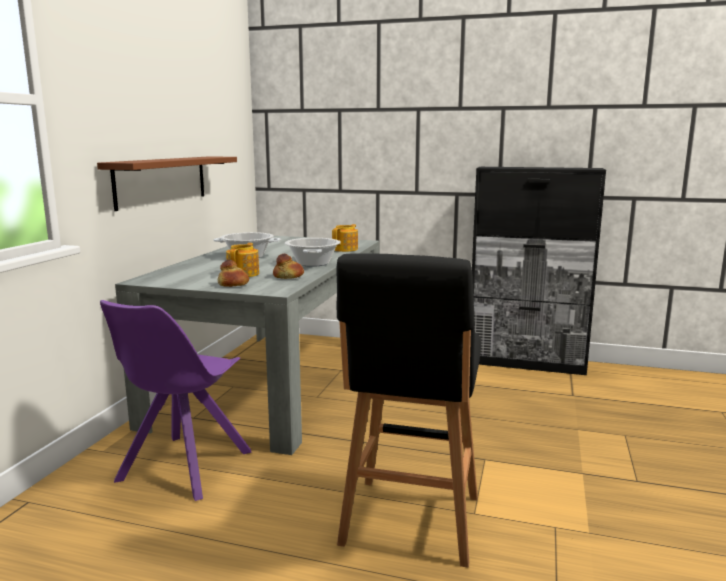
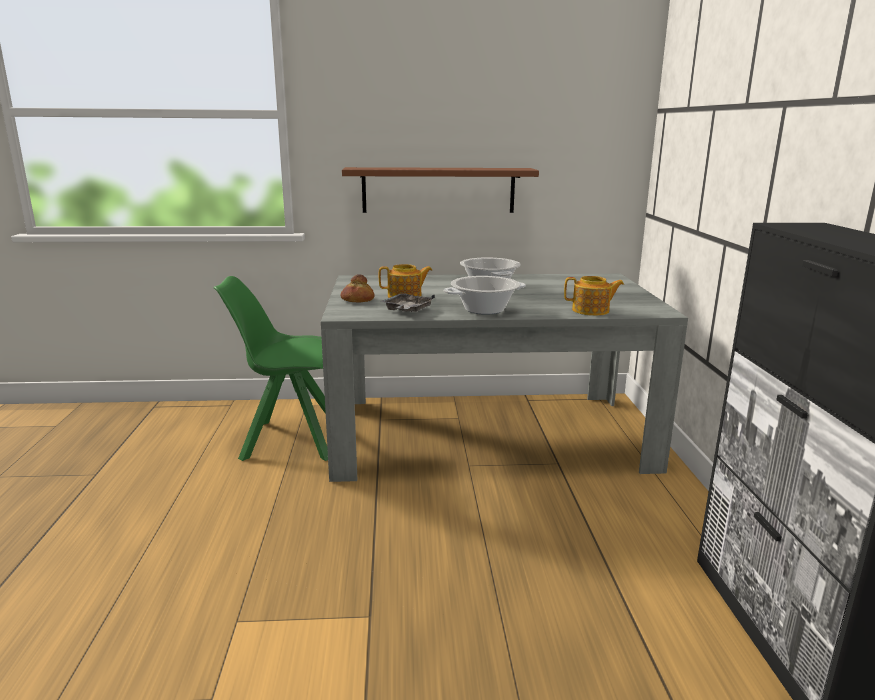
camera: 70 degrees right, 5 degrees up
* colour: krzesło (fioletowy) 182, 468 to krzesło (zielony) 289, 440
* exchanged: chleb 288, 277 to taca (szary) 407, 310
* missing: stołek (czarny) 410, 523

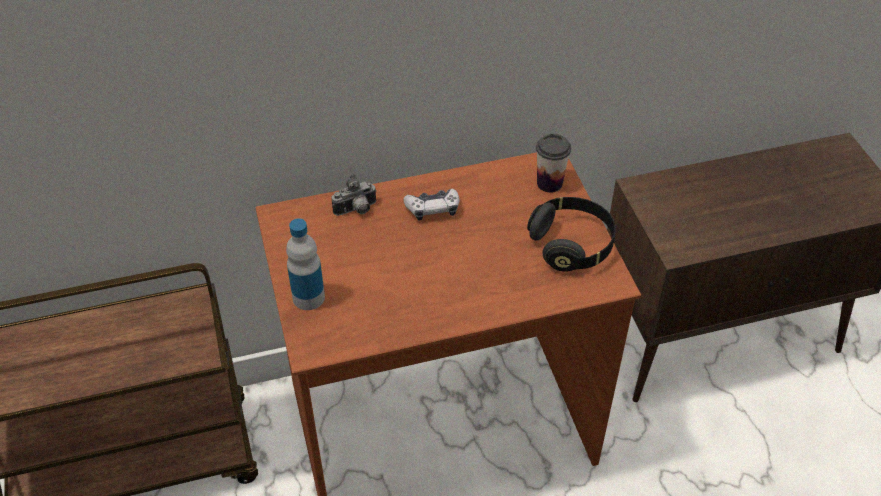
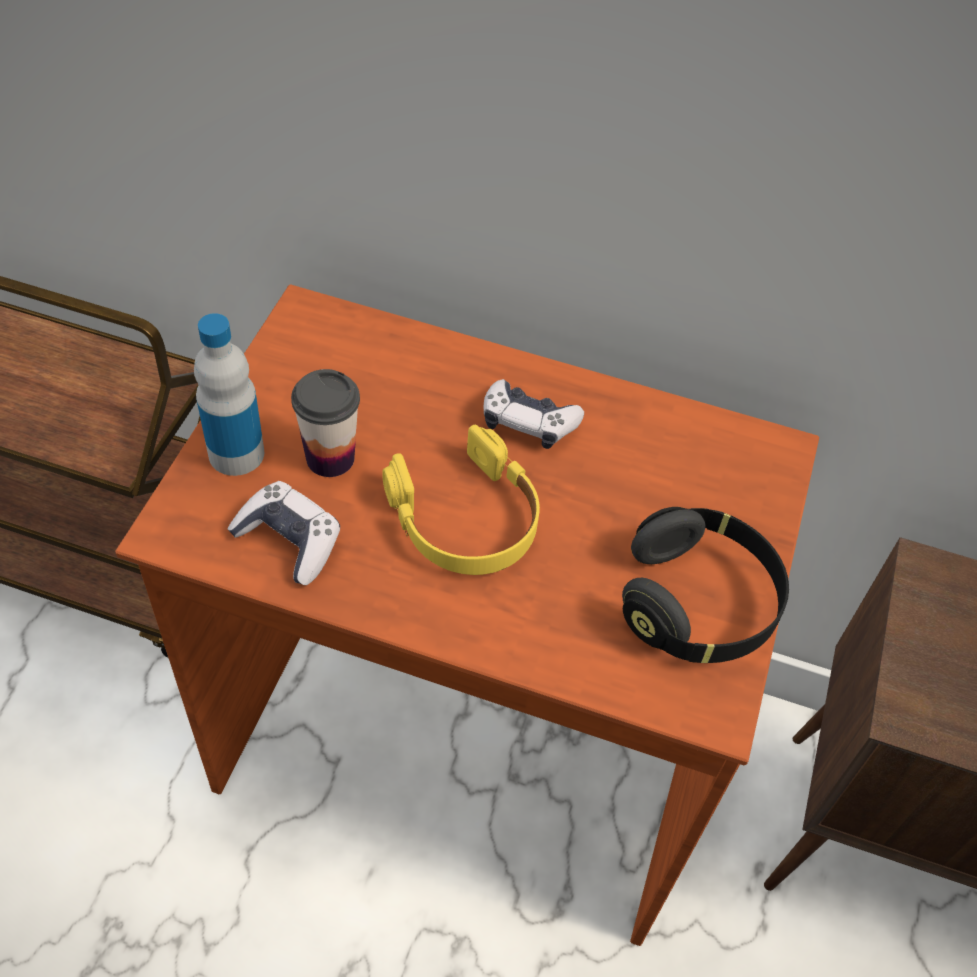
camera: 30 degrees right, 5 degrees up
* missing: aparat fotograficzny 356, 210
* relocated: filiżanka 549, 183 to 330, 458
* appeared: pad do gier 289, 541
* appeared: słuchawki (żółty) 466, 518

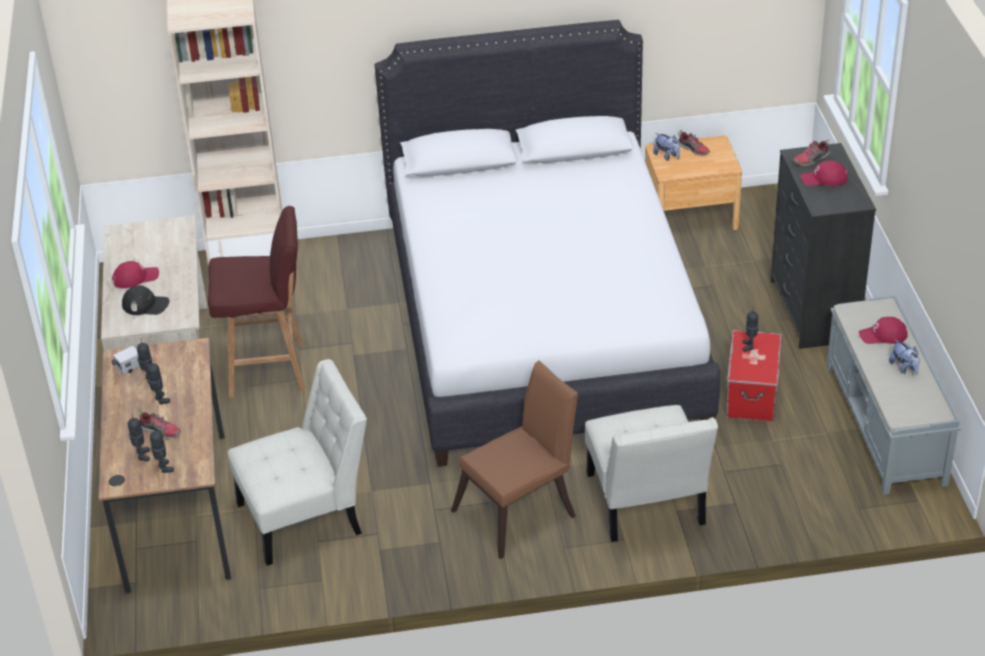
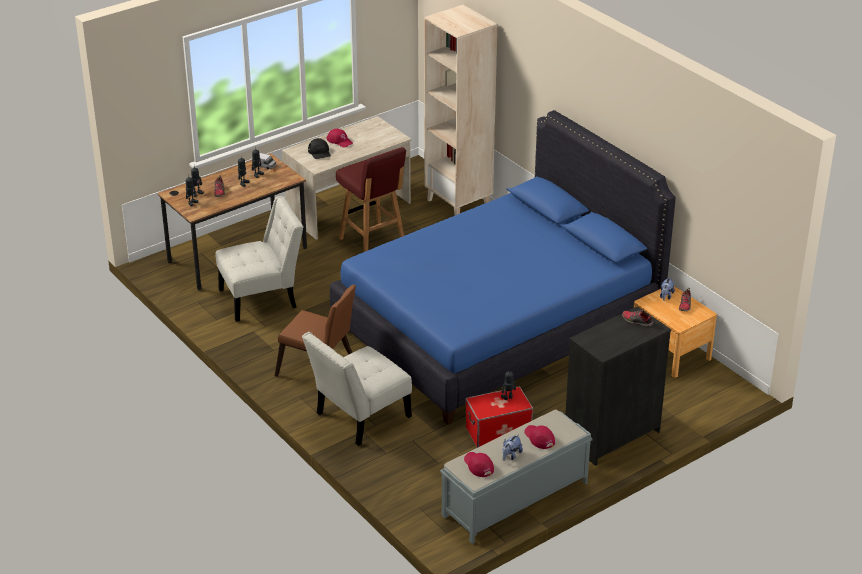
camera: 60 degrees right, 5 degrees down
* spun: krzesło (biały) 307, 516 = 262, 298 60 degrees counterclockwise
* colour: łóżko (biały) 542, 325 to łóżko (niebieski) 496, 326
* relocated: czapka z daszkiem (czerwony) 824, 179 to 478, 465

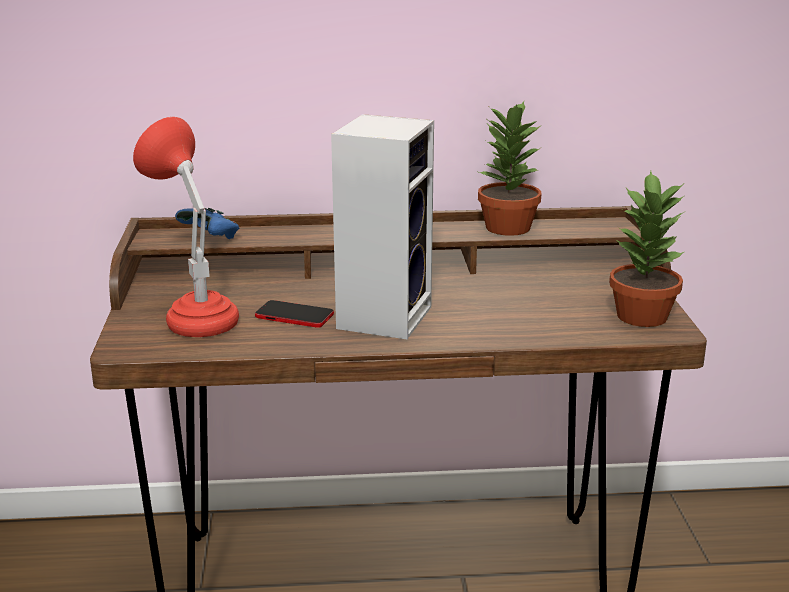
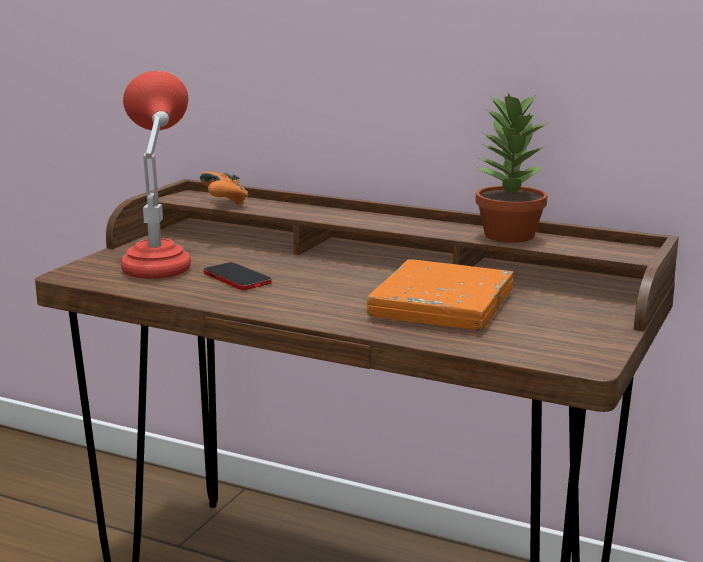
camera: 30 degrees right, 5 degrees down
* colour: pad do gier (niebieski) 211, 238 to pad do gier (pomarańczowy) 225, 202
* missing: głośnik 384, 316
* missing: roślina doniczkowa 643, 316
* appeared: książka (pomarańczowy) 441, 305

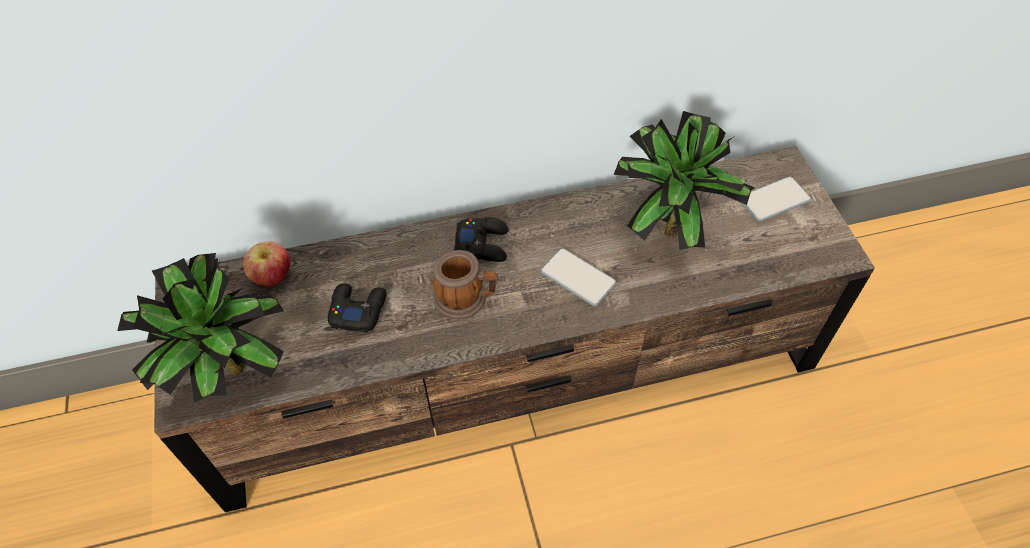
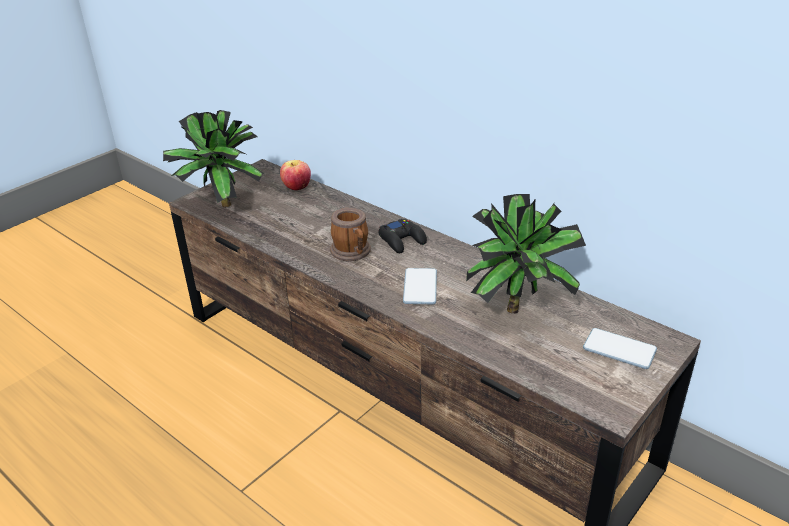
camera: 55 degrees right, 20 degrees down
* missing: pad do gier (czarny) 357, 310

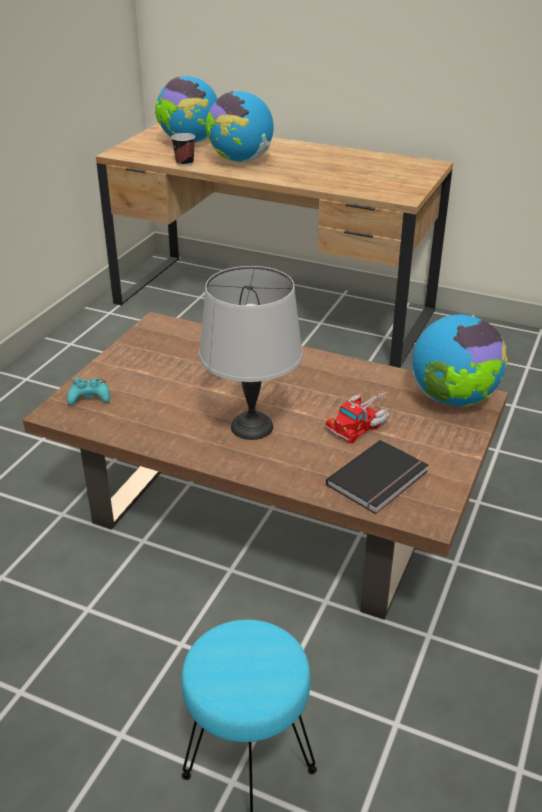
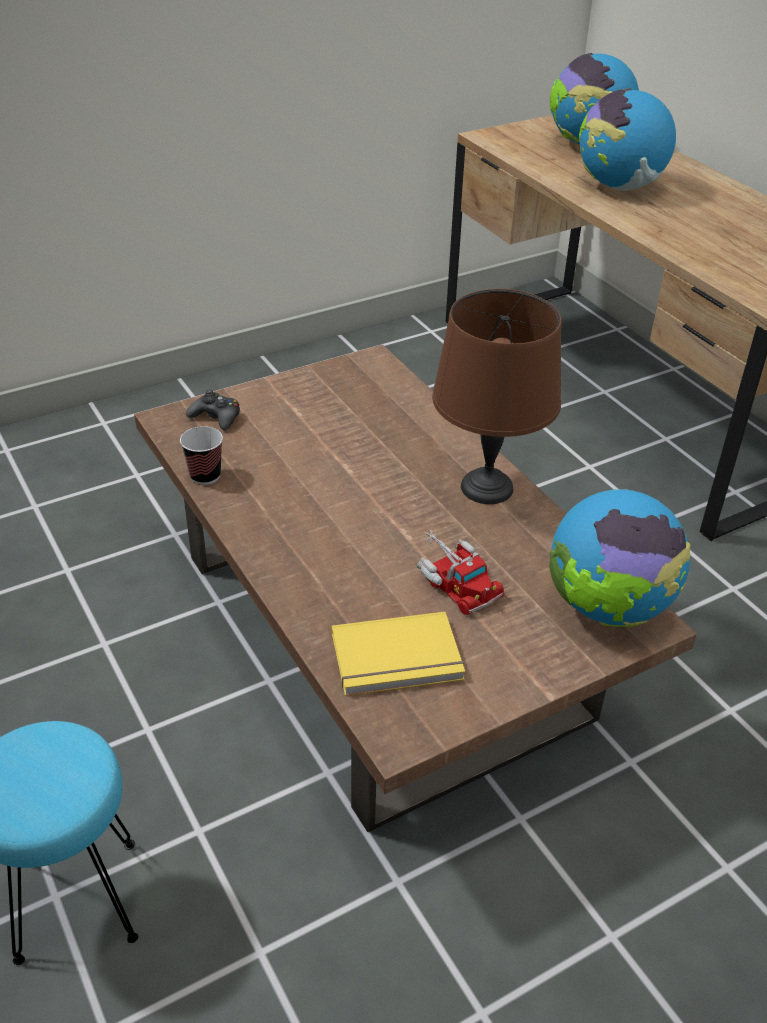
camera: 35 degrees right, 5 degrees up
* colour: pad do gier (turkusowy) 89, 397 to pad do gier (czarny) 216, 417
* relocated: filiżanka 184, 163 to 205, 476
* missing: lampa stołowa (szary) 251, 427
* spun: ciężarówka zabawkowa 360, 423 = 455, 581 120 degrees counterclockwise
* colour: książka (czarny) 380, 480 to książka (żółty) 398, 659
* appeared: lampa stołowa (brązowy) 485, 487

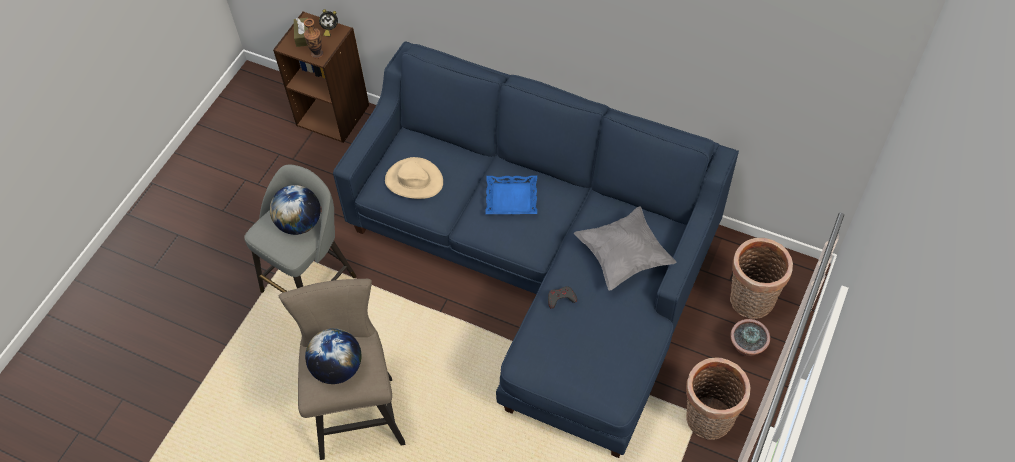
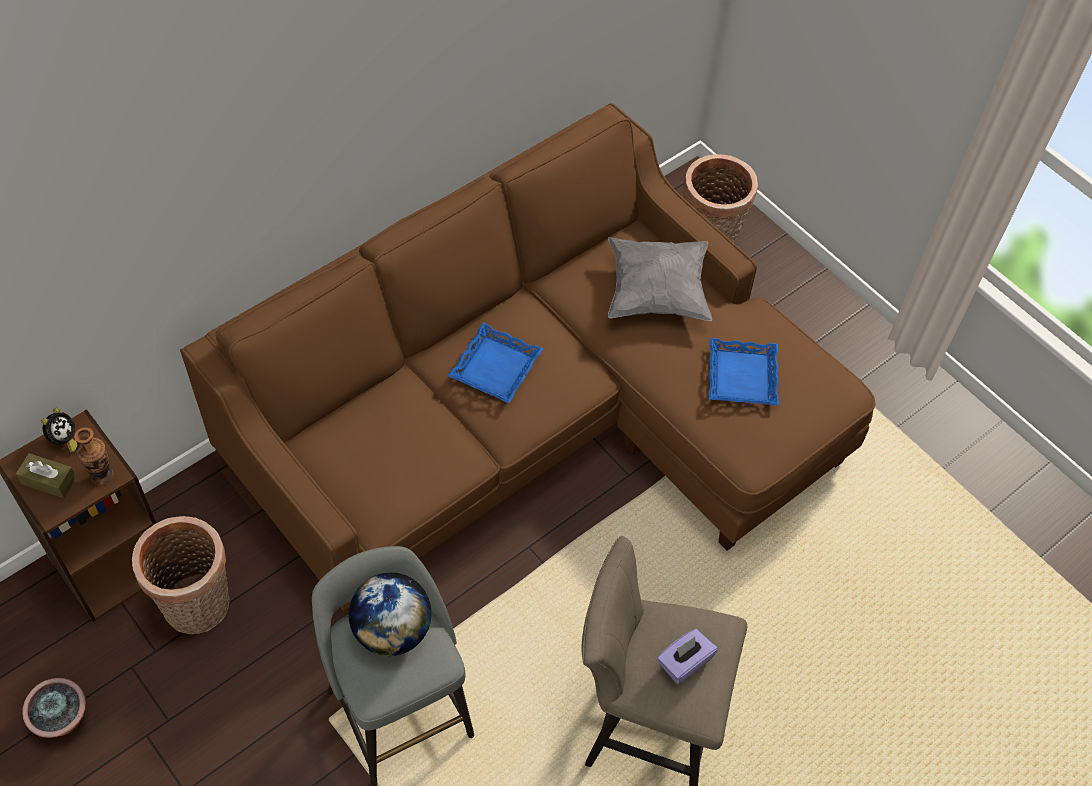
camera: 70 degrees left, 0 degrees up
* exchanged: globus 337, 368 to pudełko chusteczek (fioletowy) 684, 662
* colour: kanapa (niebieski) 542, 264 to kanapa (brązowy) 538, 418
* missing: kapelusz (beżowy) 414, 181
* missing: pad do gier (szary) 561, 298
* relocated: koszyk 707, 421 to 198, 608
* relocated: roślina doniczkowa 746, 347 to 63, 720
* appeared: taca (niebieski) 741, 376

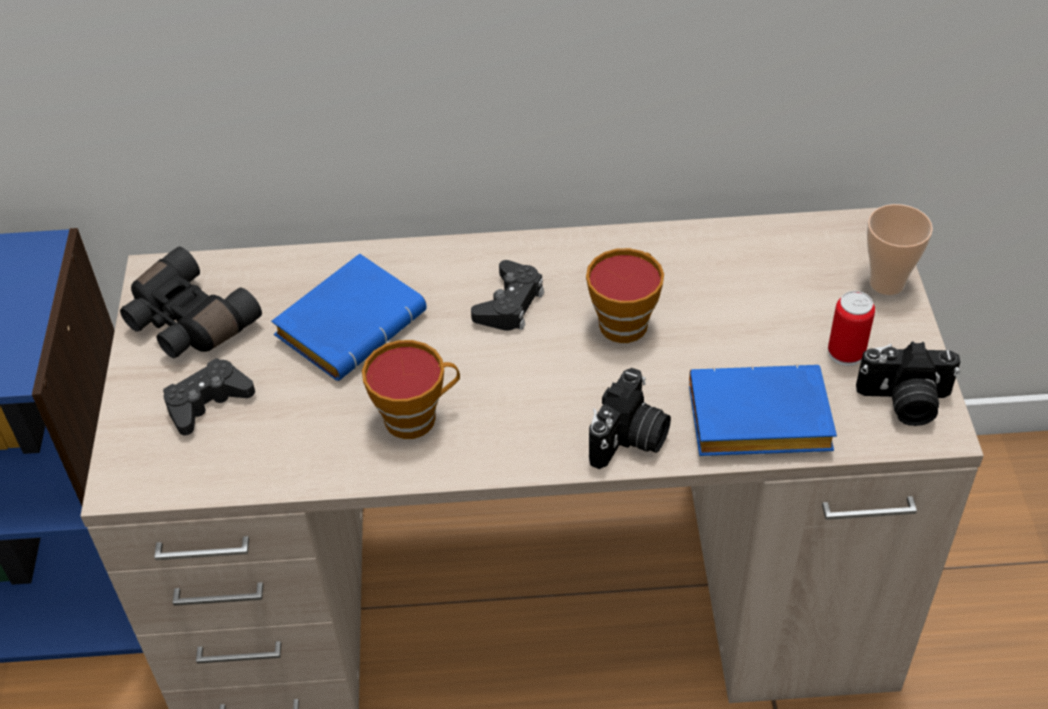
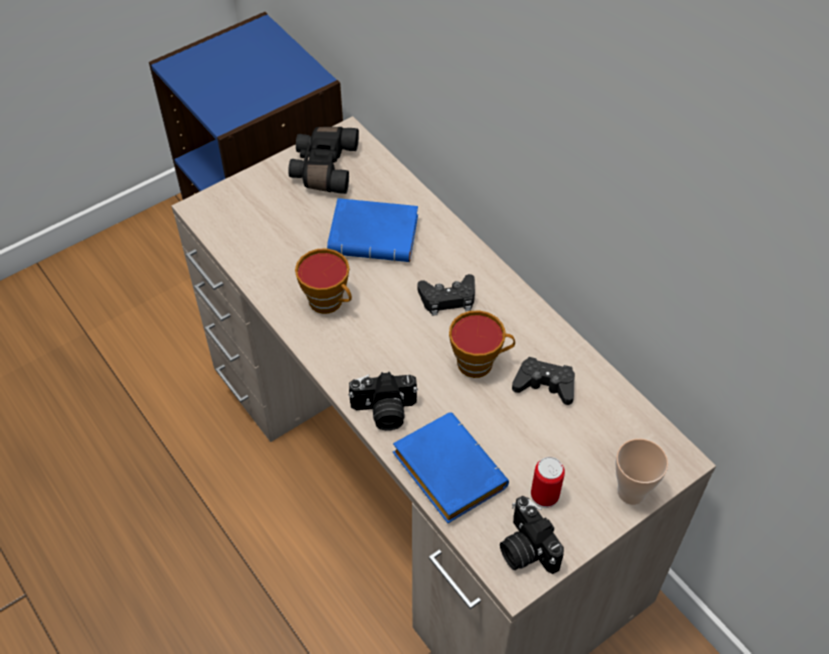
camera: 55 degrees right, 5 degrees up
* relocated: pad do gier (czarny) 207, 403 to 544, 385

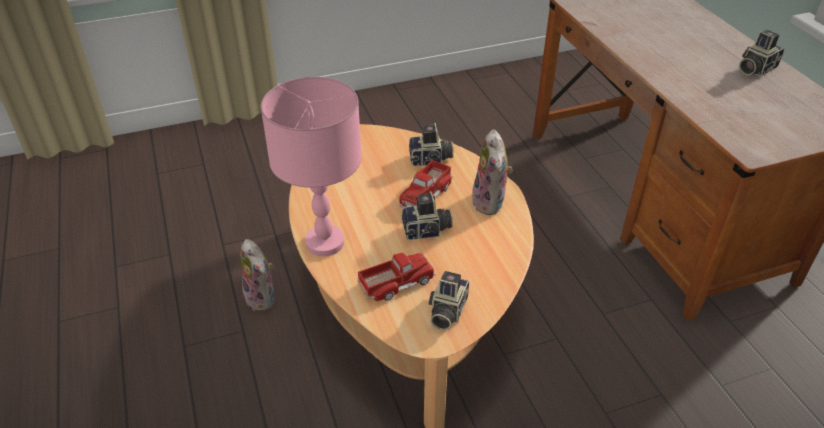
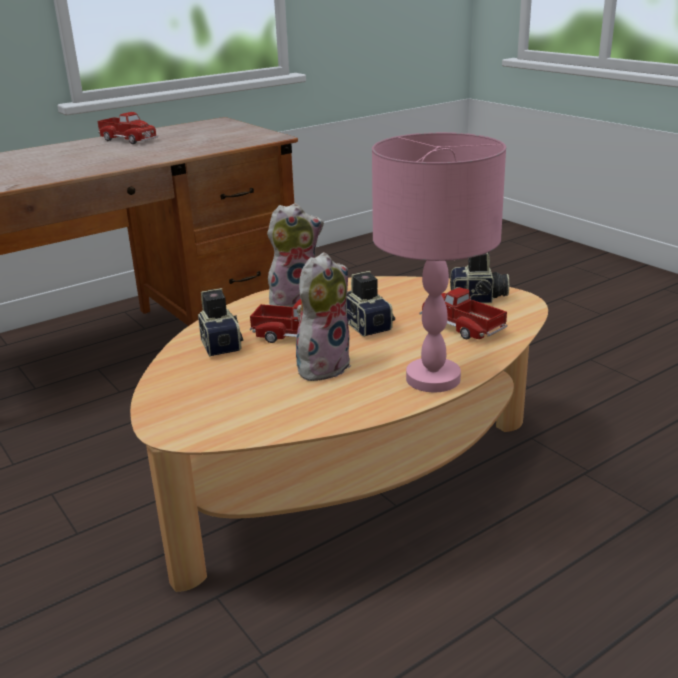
camera: 105 degrees left, 15 degrees down
* relocated: pluszak 263, 298 to 322, 366
* exchanged: aparat fotograficzny 754, 69 to ciężarówka zabawkowa 128, 139

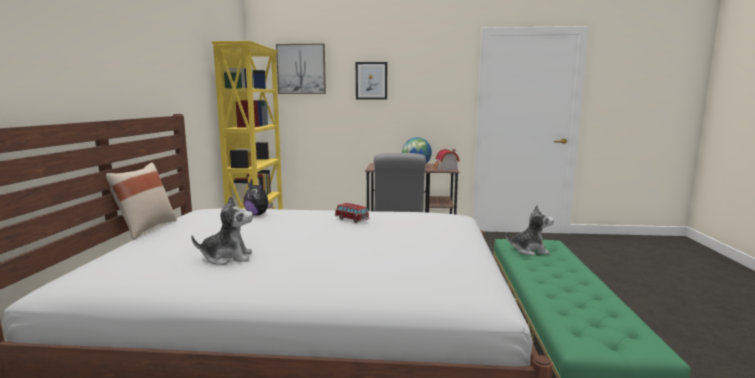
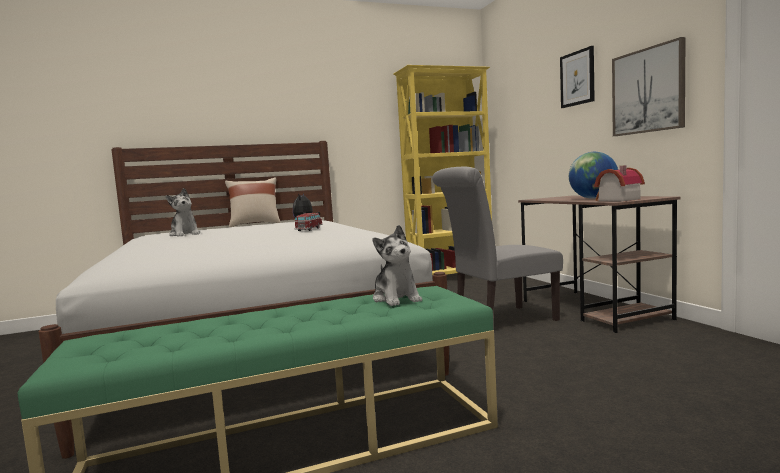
camera: 65 degrees right, 5 degrees down
* relocated: obraz 301, 69 to 648, 90

